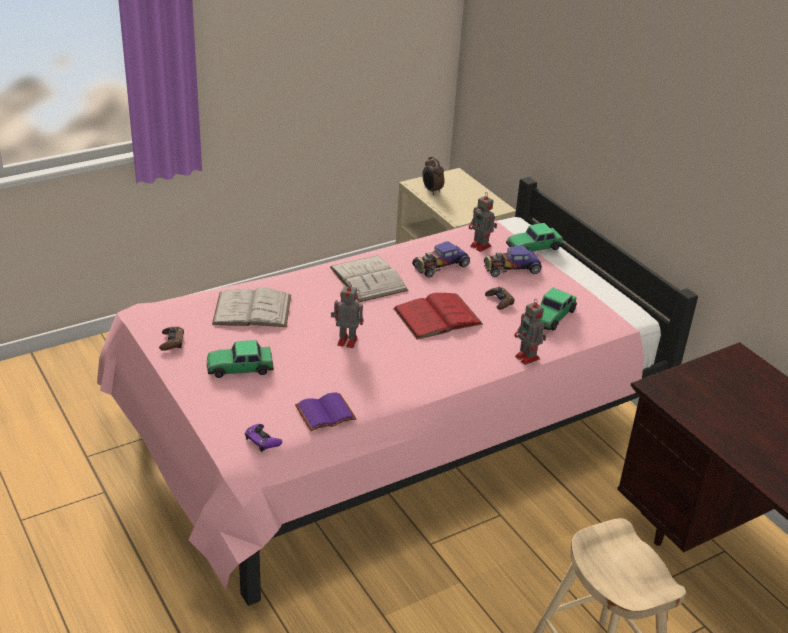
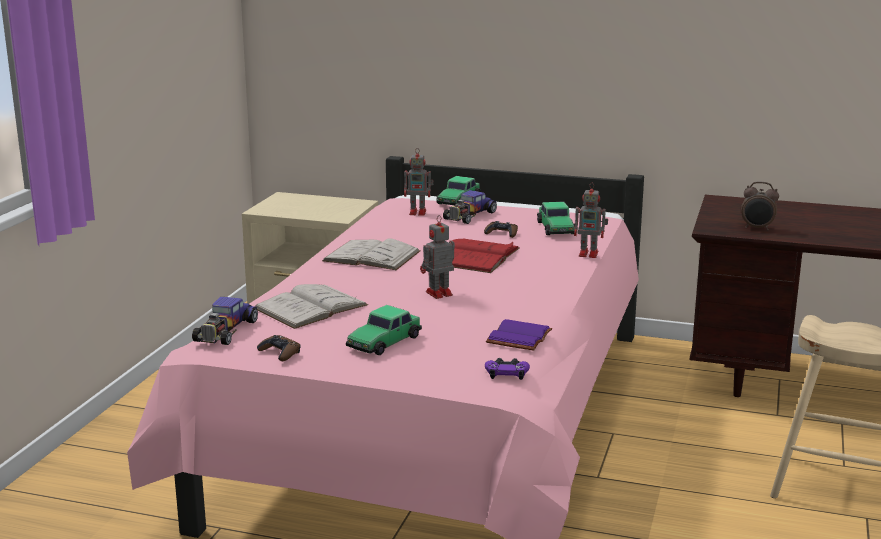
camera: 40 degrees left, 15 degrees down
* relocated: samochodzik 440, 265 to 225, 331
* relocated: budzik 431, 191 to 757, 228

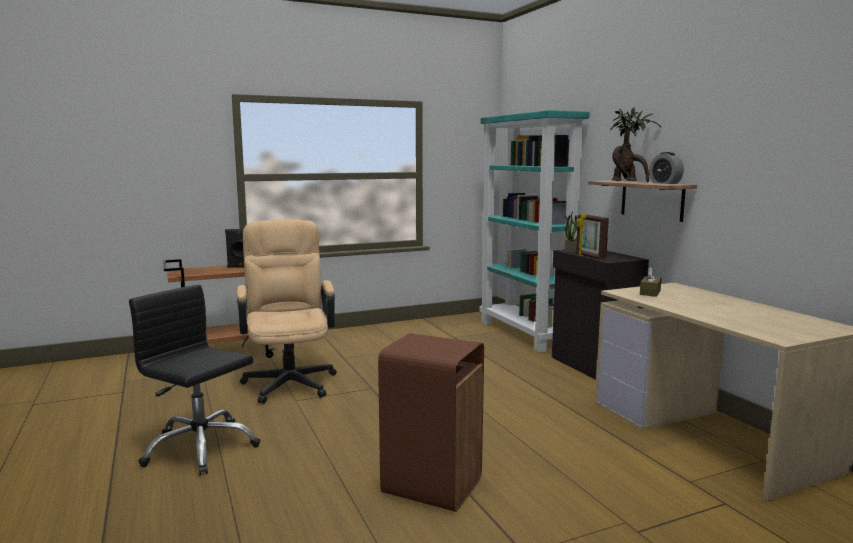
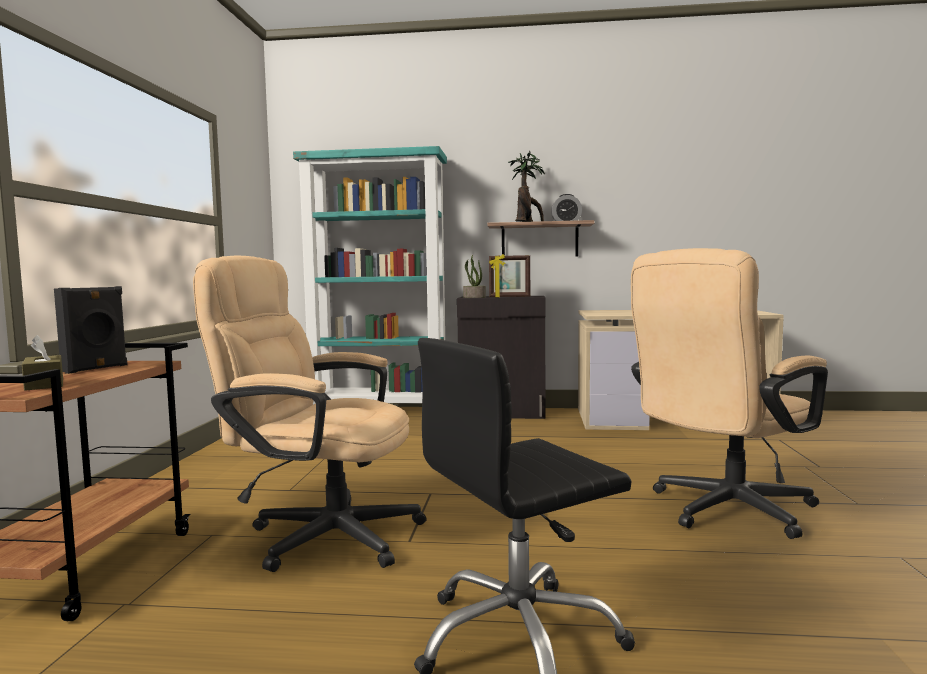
camera: 60 degrees left, 5 degrees down
* exchanged: kosz na śmieci (brązowy) 432, 485 to krzesło biurowe (beżowy) 722, 511
* relocated: pudełko chusteczek (brązowy) 650, 292 to 44, 384

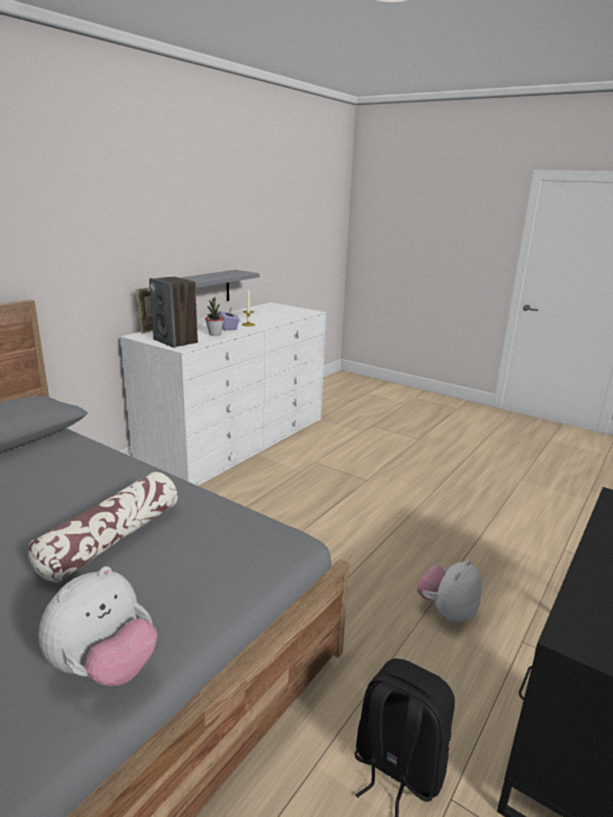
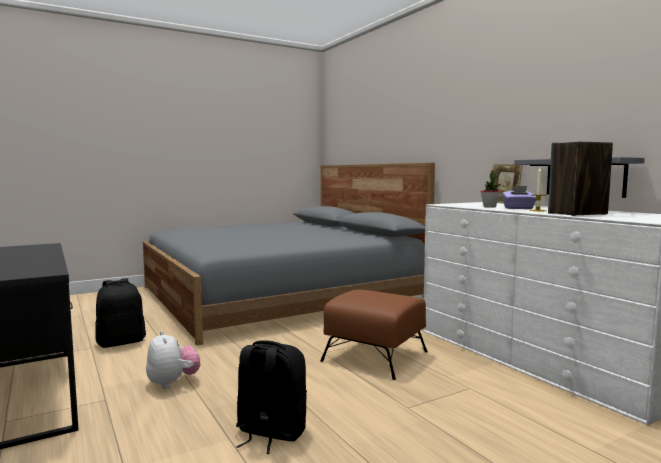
camera: 115 degrees right, 15 degrees down
* missing: poduszka 112, 539
* missing: pluszak 104, 668
* relocated: głośnik 176, 341 to 577, 214
* appeared: plecak (czarny) 270, 433
* appeared: pufa (brązowy) 374, 356

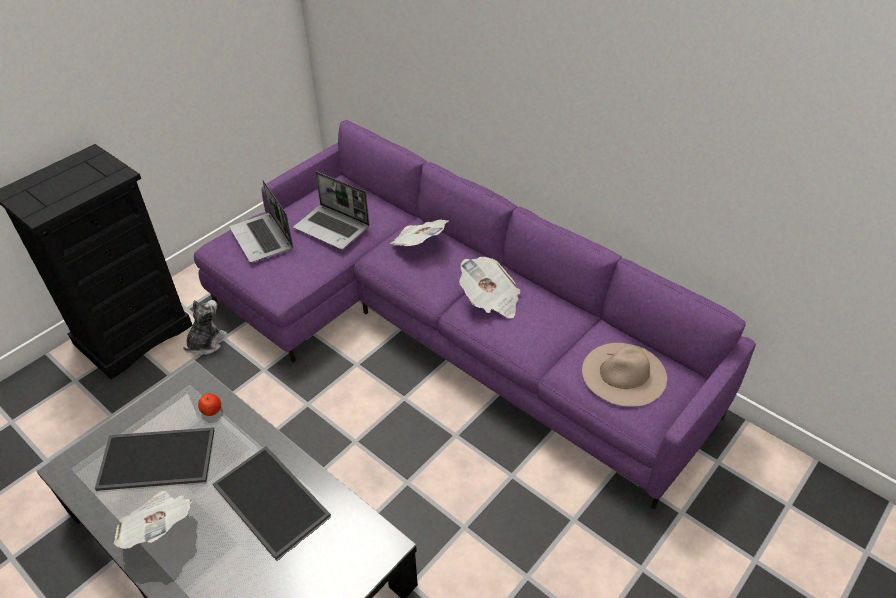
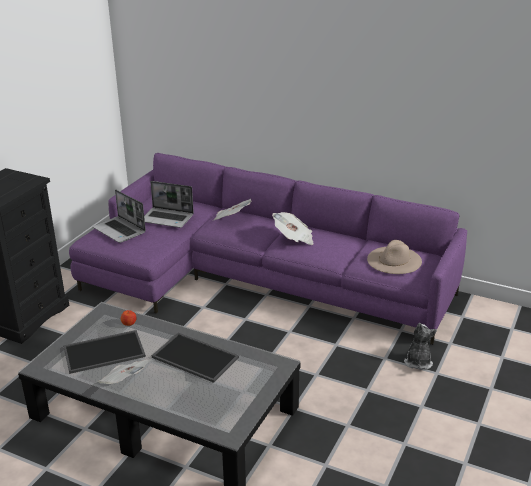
camera: 15 degrees left, 15 degrees down
* relocated: pluszak 206, 342 to 418, 362

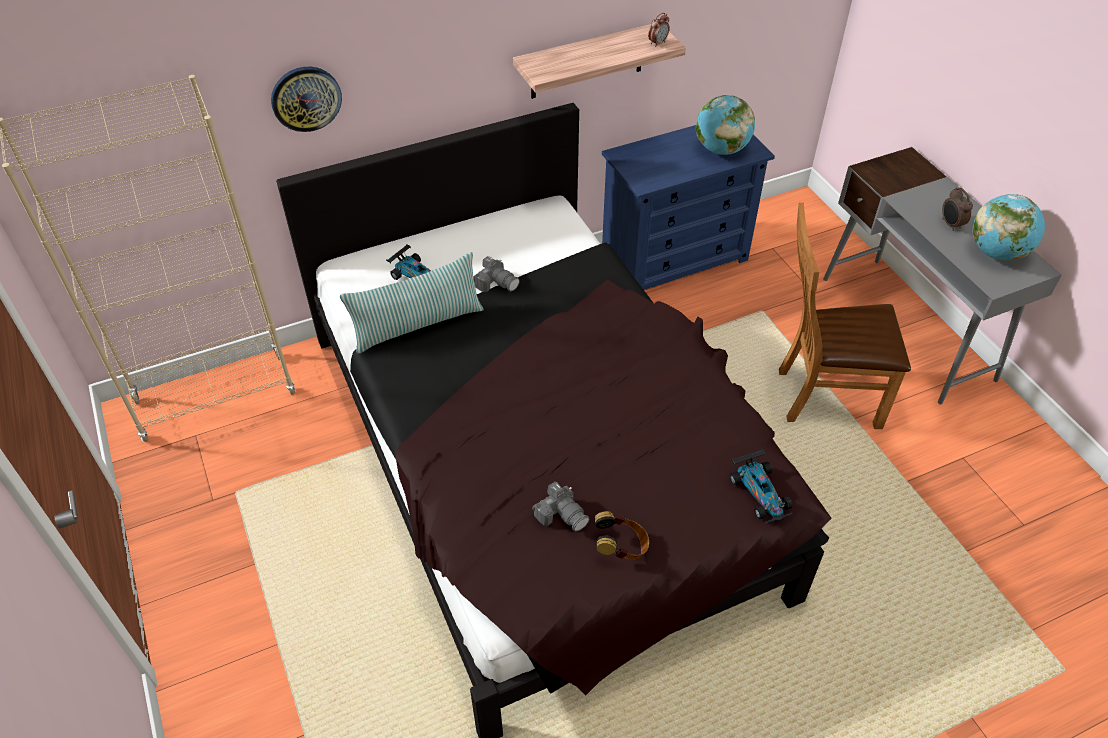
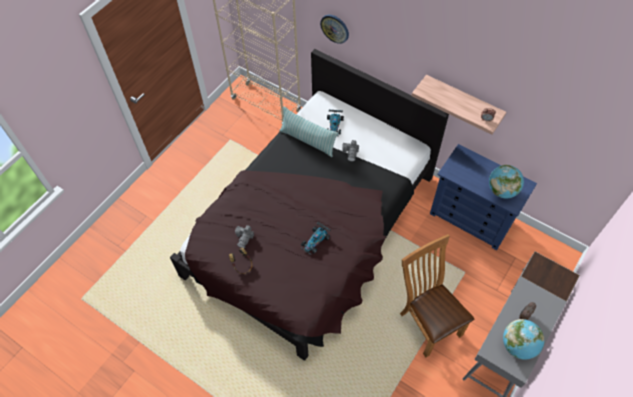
camera: 60 degrees right, 10 degrees up
* relocated: samochodzik 760, 492 to 315, 241

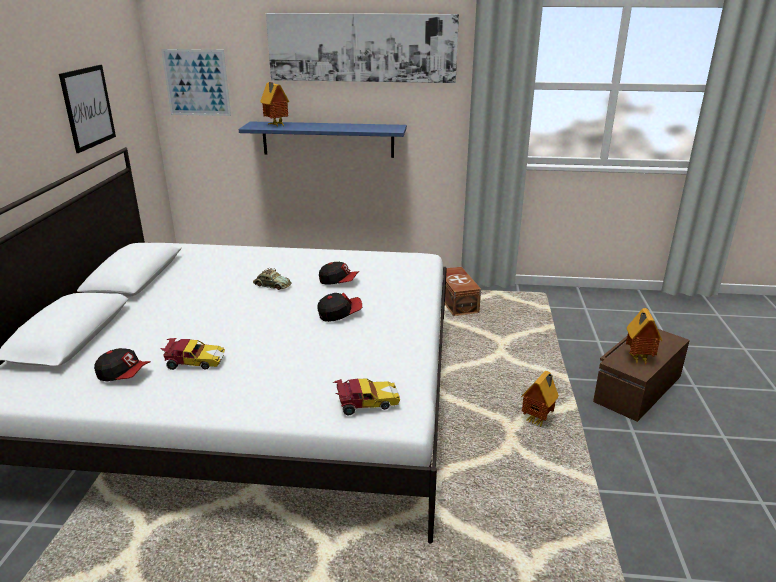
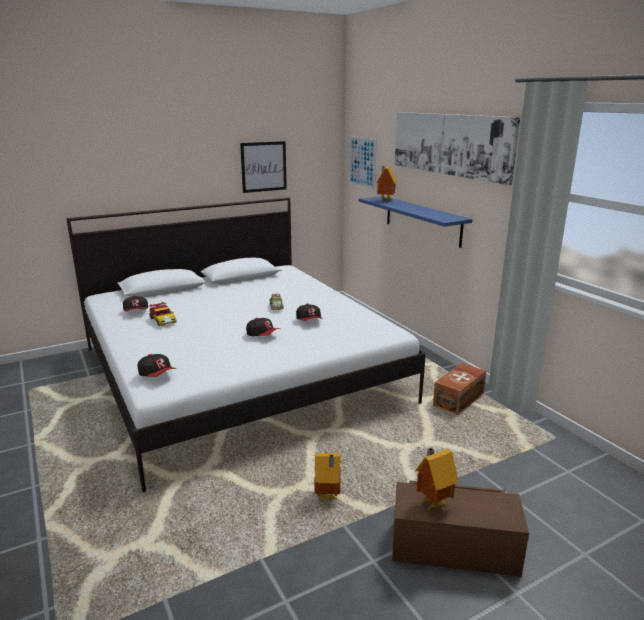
camera: 55 degrees right, 5 degrees down
* exchanged: samochodzik 365, 403 to czapka z daszkiem 157, 374

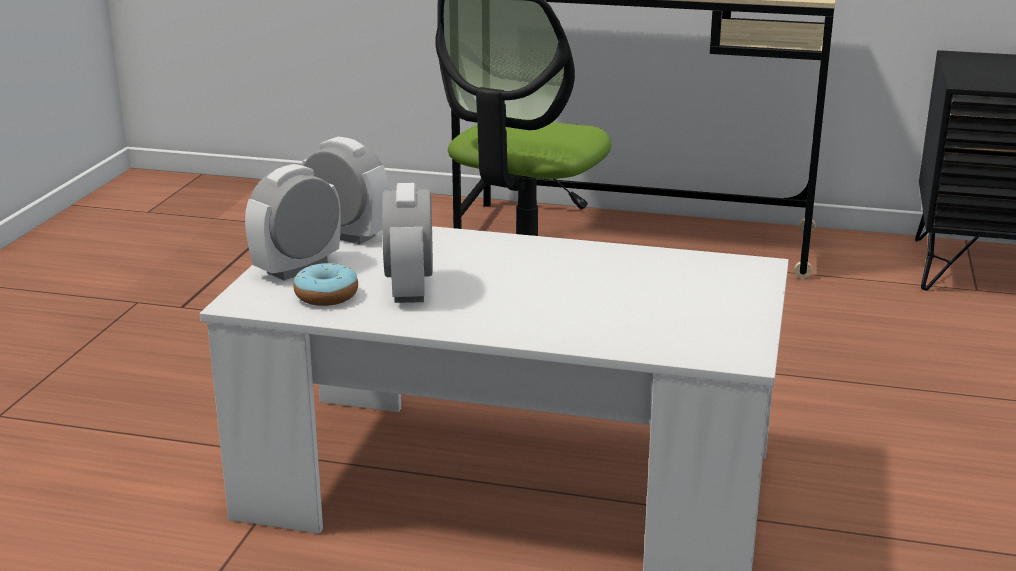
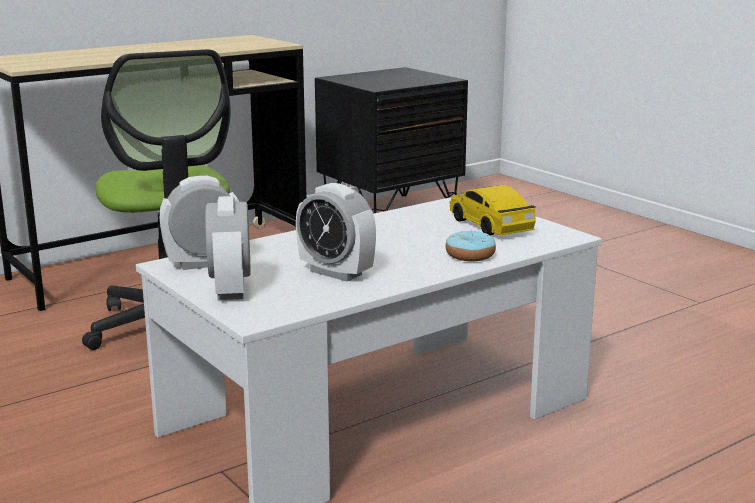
camera: 50 degrees left, 5 degrees down
* relocated: donut 326, 296 to 470, 255
* appeared: samochodzik 490, 225

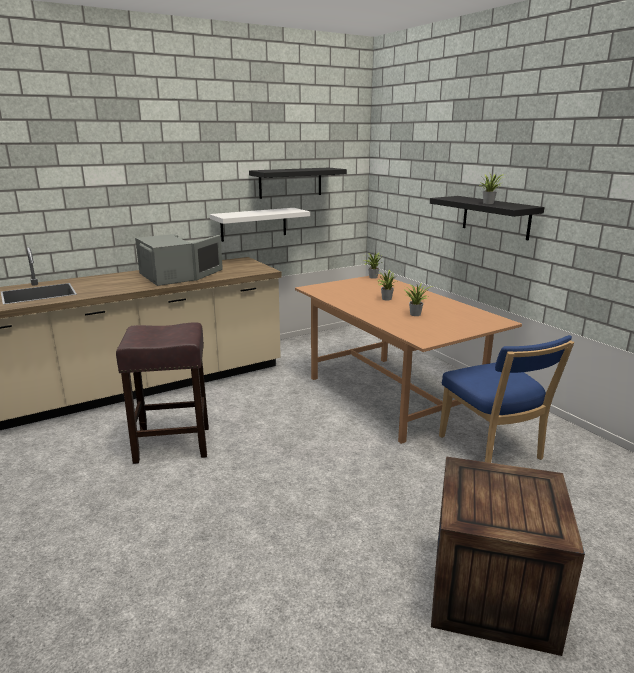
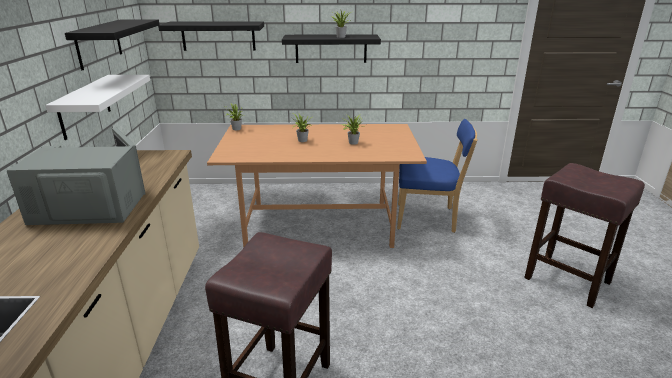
camera: 60 degrees left, 5 degrees up
* exchanged: skrzynka 492, 592 to stołek (brązowy) 568, 280
* appeared: półka (czarny) 218, 36

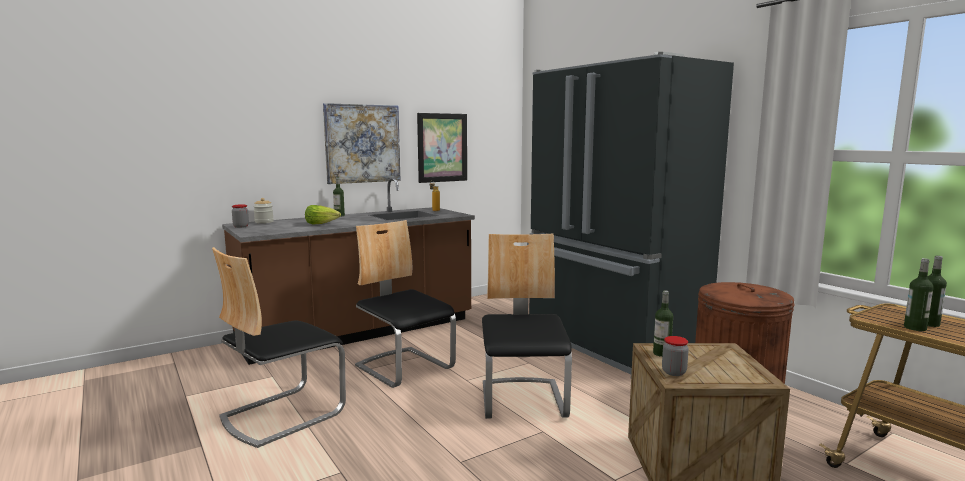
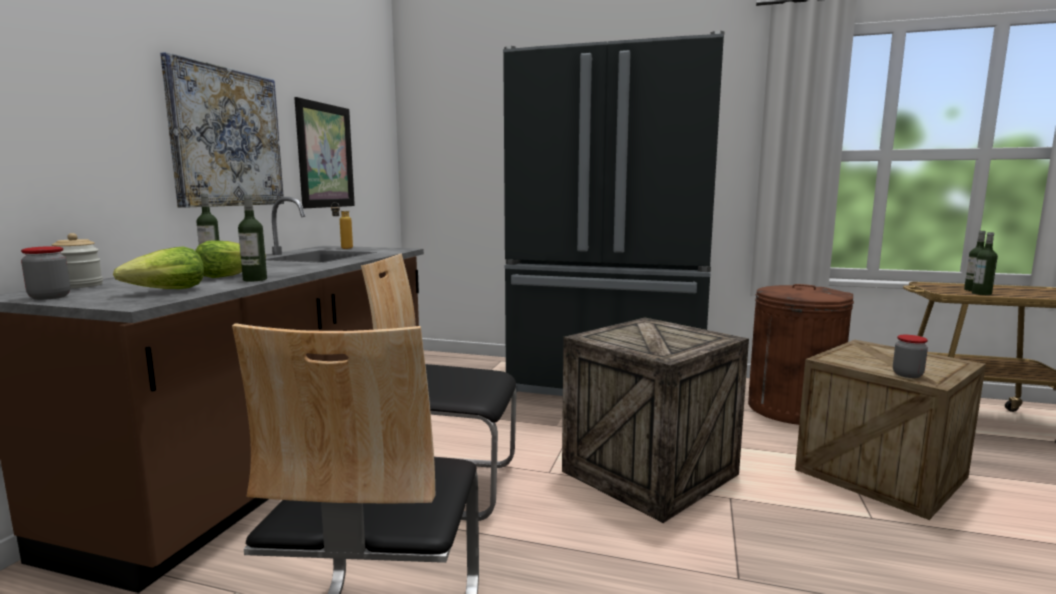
camera: 40 degrees left, 0 degrees up
* exchanged: krzesło 523, 400 to skrzynka 649, 471
* relocated: butelka 661, 353 to 255, 279
* appeared: sałata 168, 291

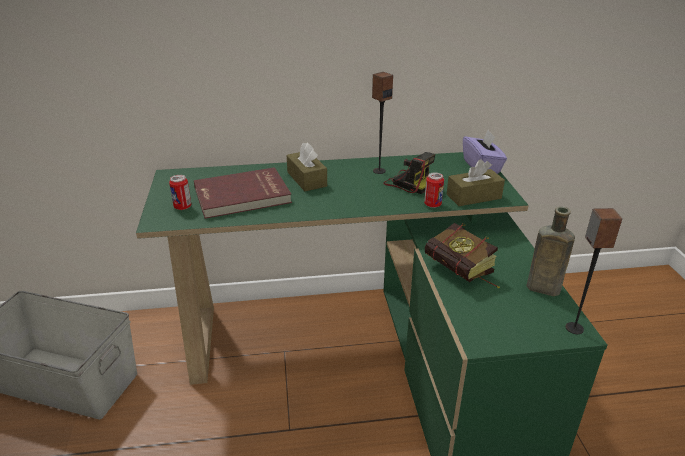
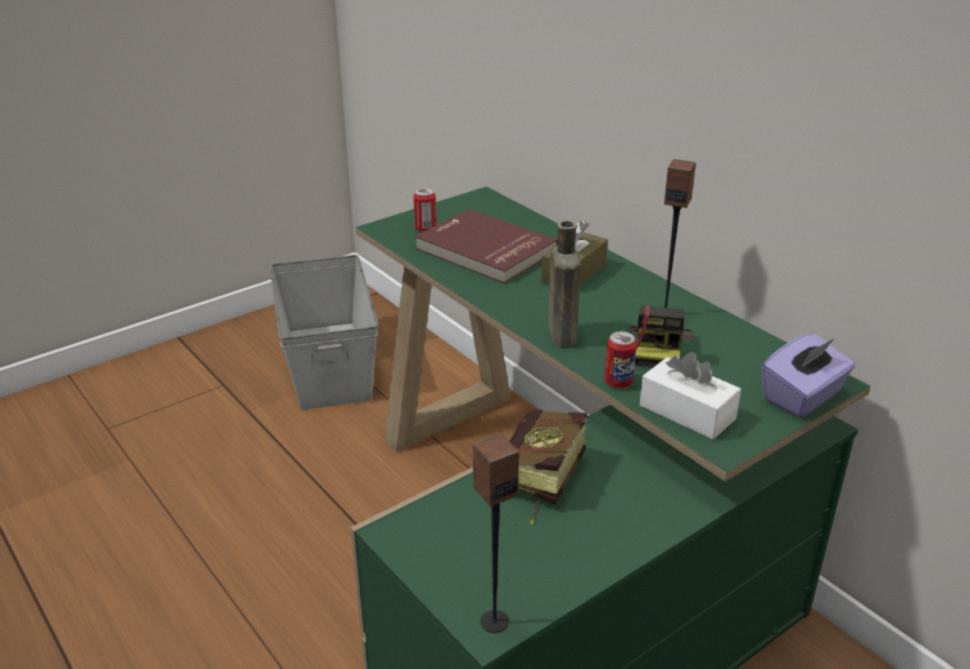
camera: 60 degrees right, 0 degrees up
* colour: pudełko chusteczek (brązowy) 473, 196 to pudełko chusteczek (biały) 687, 412
* relocated: butelka (brązowy) 540, 288 to 561, 334

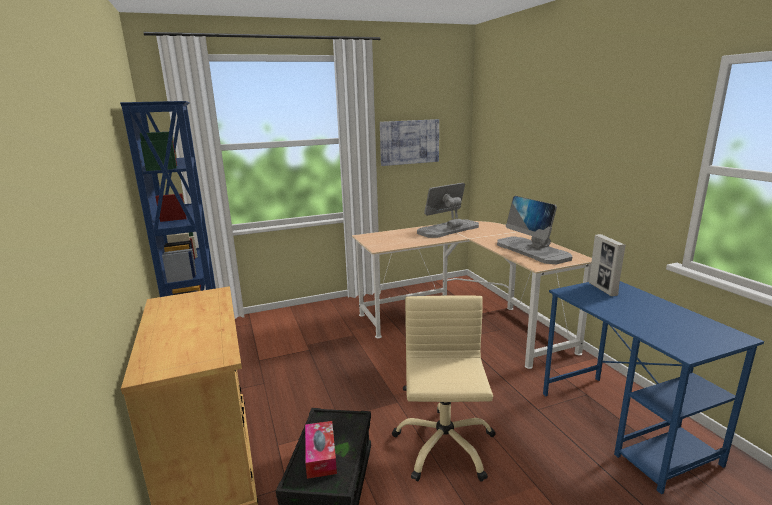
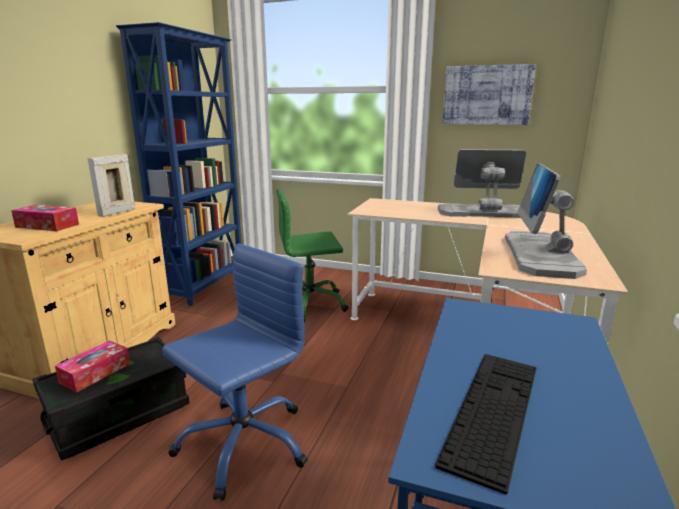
camera: 40 degrees right, 0 degrees up
* colour: krzesło biurowe (beżowy) 444, 445 to krzesło biurowe (niebieski) 243, 443
* relocated: ramka na zdjęcie 602, 289 to 116, 212
* appeared: pudełko chusteczek 47, 226
* appeared: krzesło biurowe (zielony) 309, 304
* appeared: klawiatura 493, 411

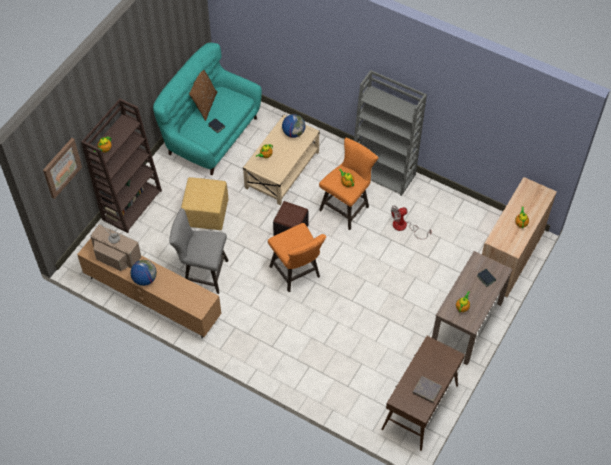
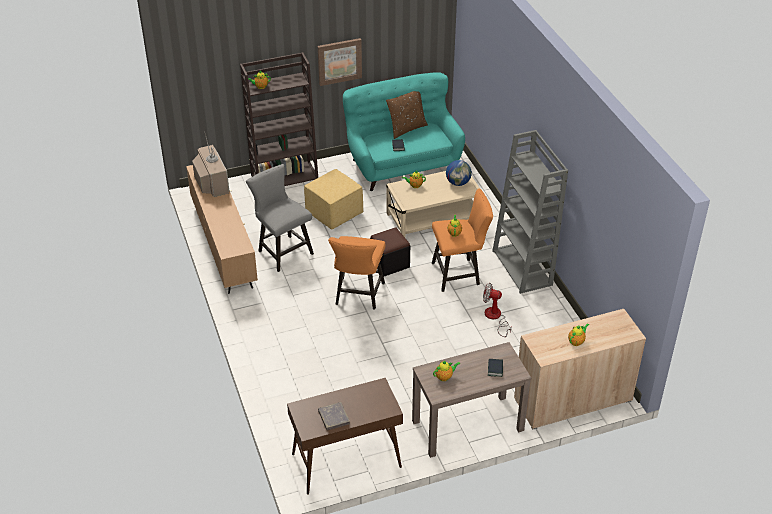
camera: 40 degrees right, 15 degrees down
* relocated: obraz 61, 167 to 339, 61
* missing: globus 145, 279

